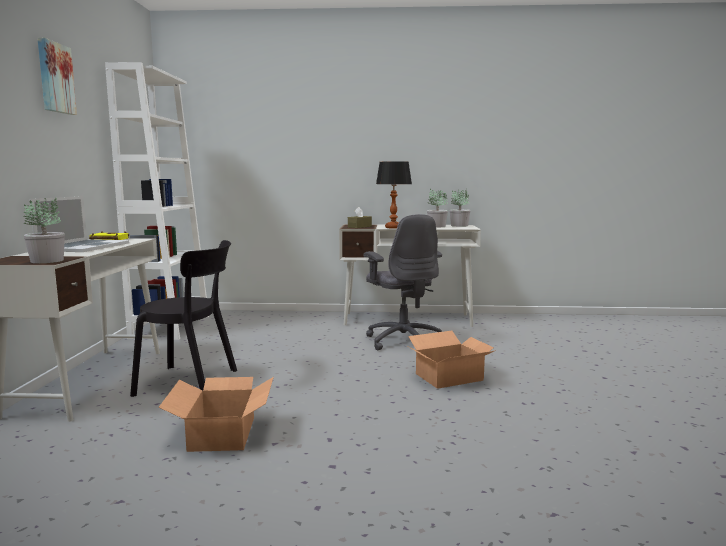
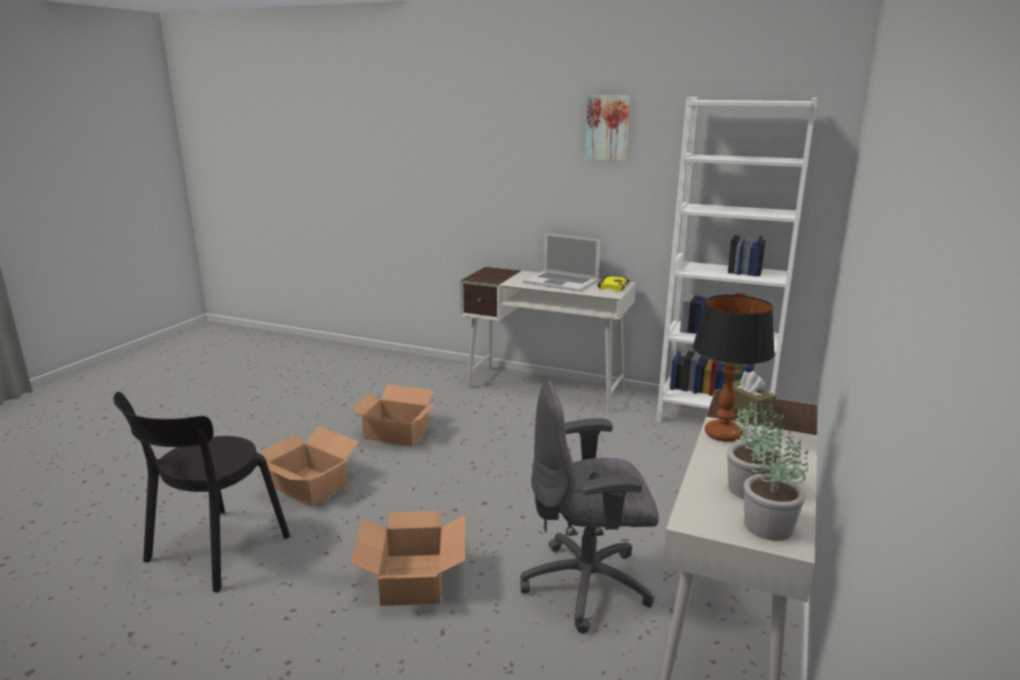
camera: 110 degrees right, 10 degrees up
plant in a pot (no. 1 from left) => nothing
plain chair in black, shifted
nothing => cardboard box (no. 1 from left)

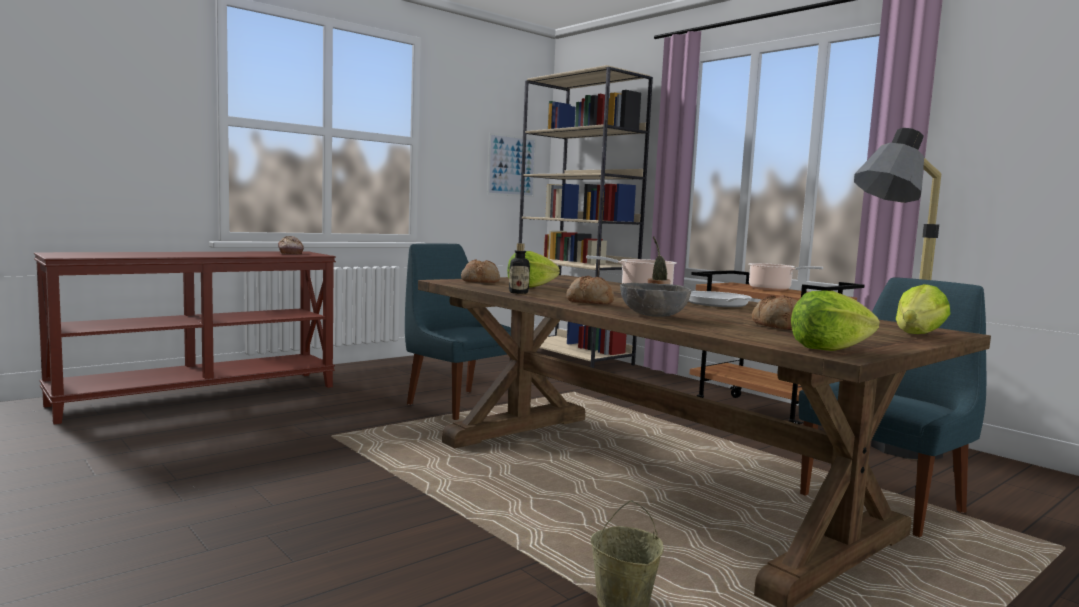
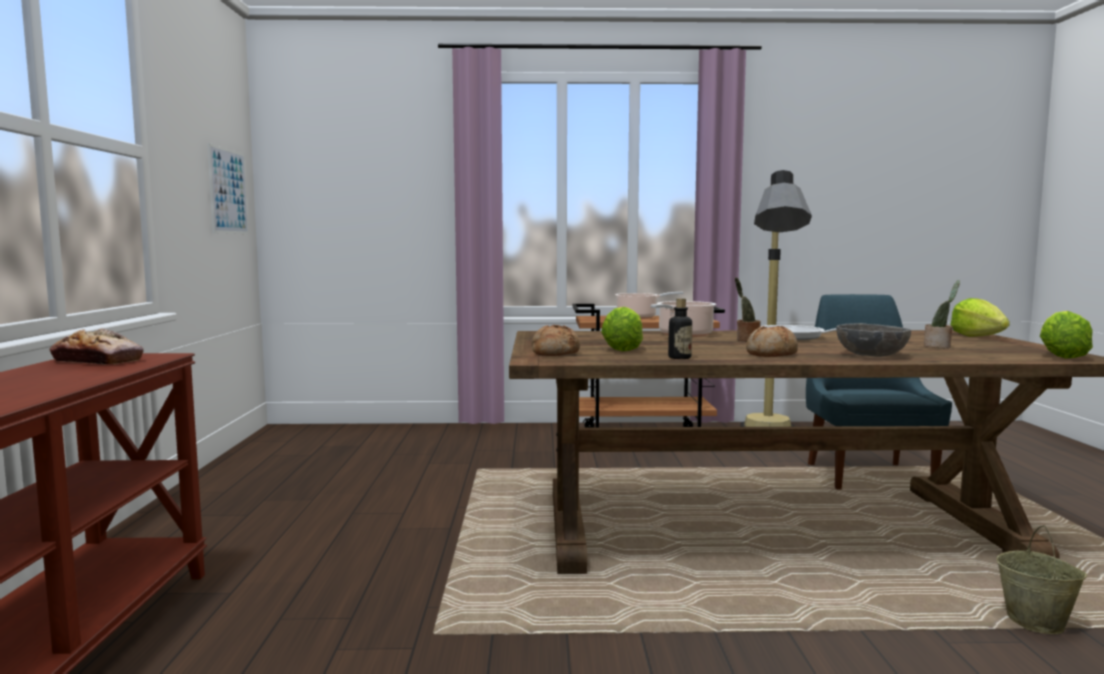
camera: 50 degrees left, 0 degrees up
shelving unit in sand-coloured => nothing
plain chair in blue-coloured (no. 1 from left) => nothing
bakery bread (no. 4 from left) => plant in a pot (no. 2 from left)

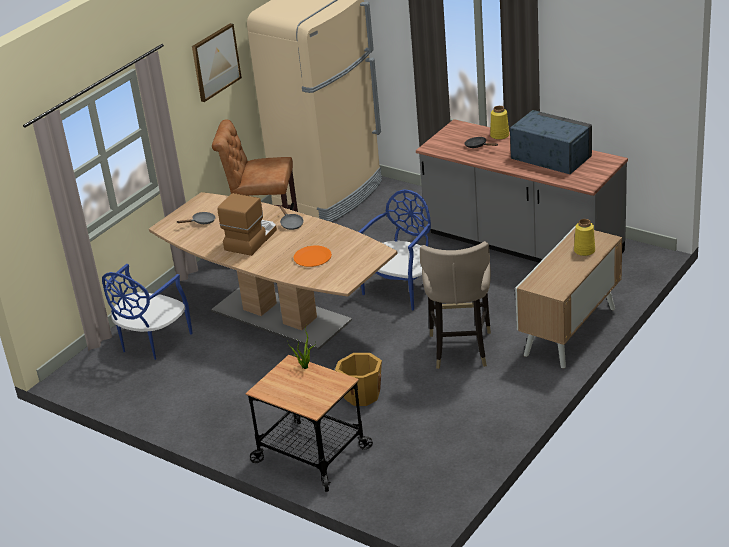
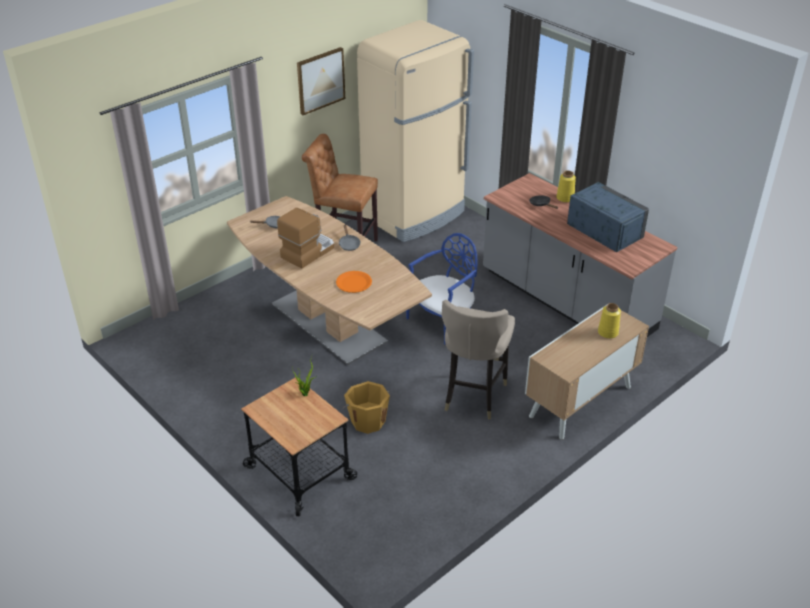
camera: 10 degrees right, 5 degrees up
plain chair in blue-coloured (no. 1 from left) => nothing

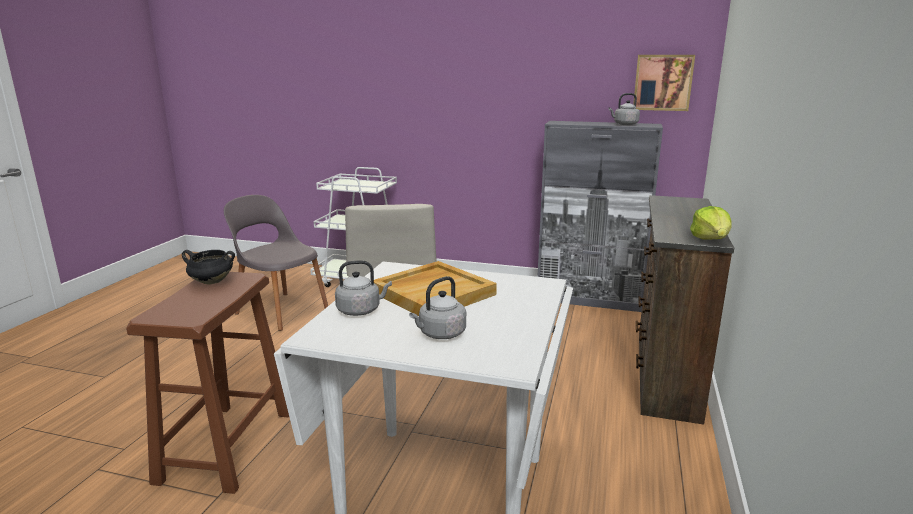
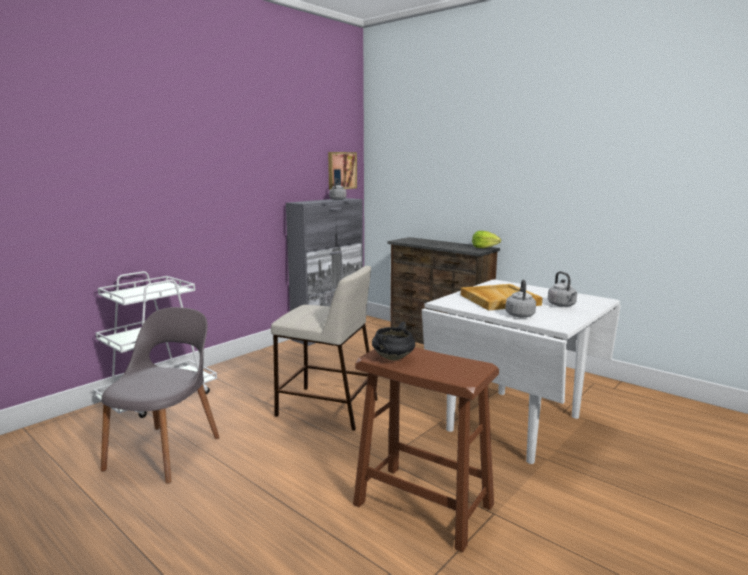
camera: 65 degrees left, 5 degrees down
plain chair in gray, 135 degrees clockwise

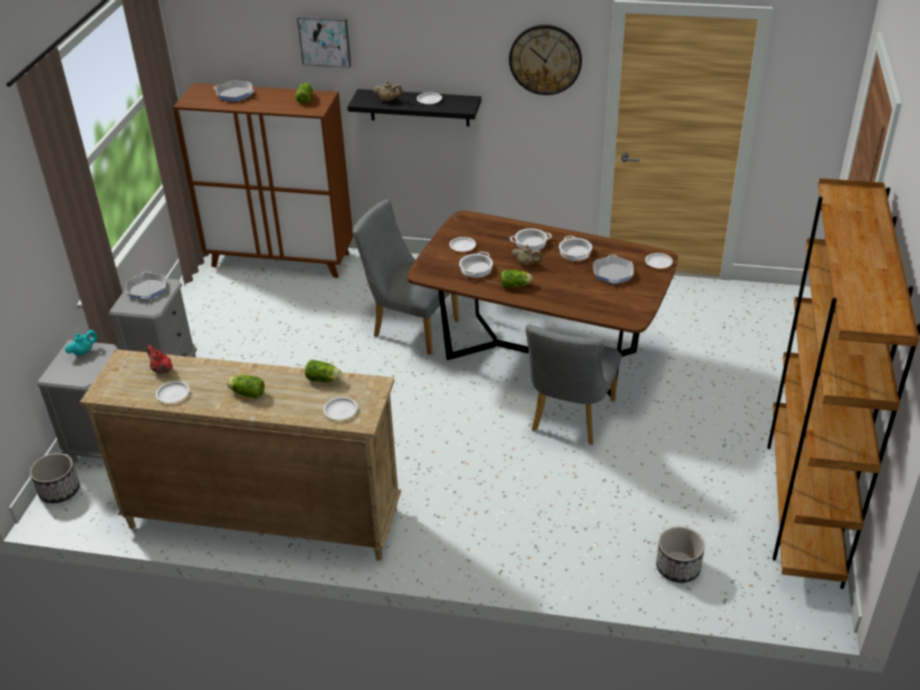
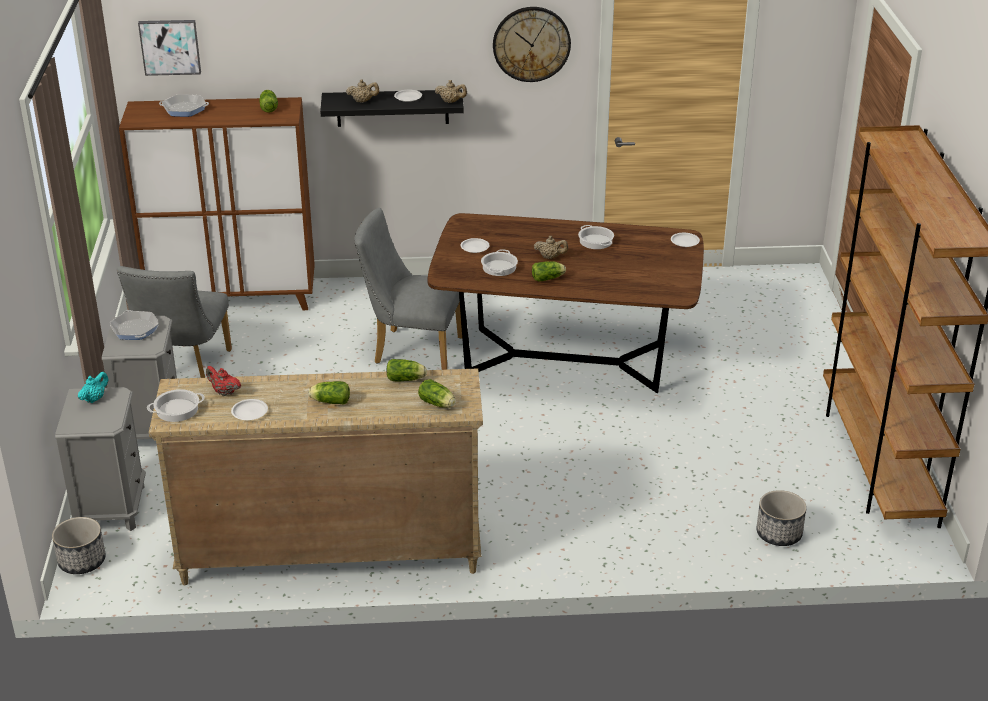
camera: 15 degrees left, 5 degrees down
picture, shifted
saucepot (no. 2 from left in the first image) => saucepot (no. 1 from left), shifted
frying pan (no. 3 from left) => nothing
plain chair in gray (no. 2 from left in the first image) => plain chair in gray (no. 1 from left), shifted
dinner plate in white-coloured (no. 2 from left) => lettuce head (no. 4 from left)
nothing => pot for tea in sand-coloured (no. 2 from left)

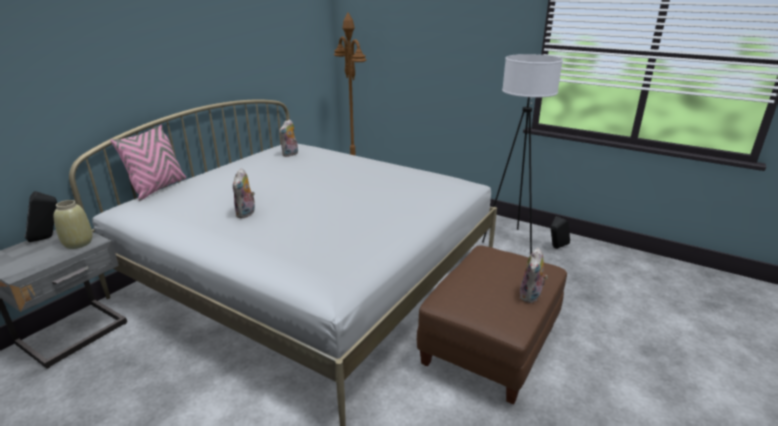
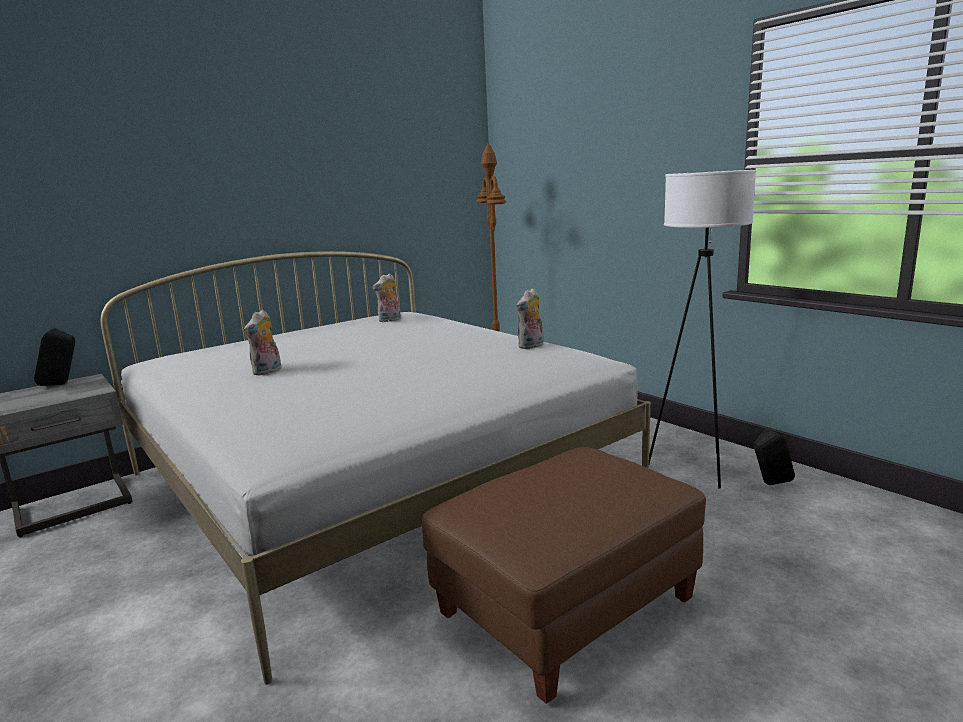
camera: 20 degrees right, 10 degrees down
cushion in pinkish => nothing
flower vase in sand-coloured => nothing
plush toy (no. 3 from left), shifted

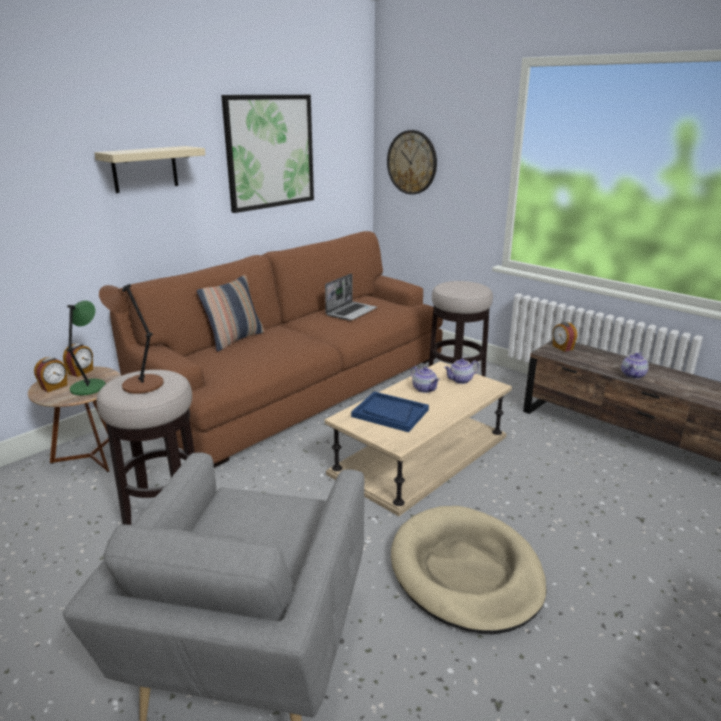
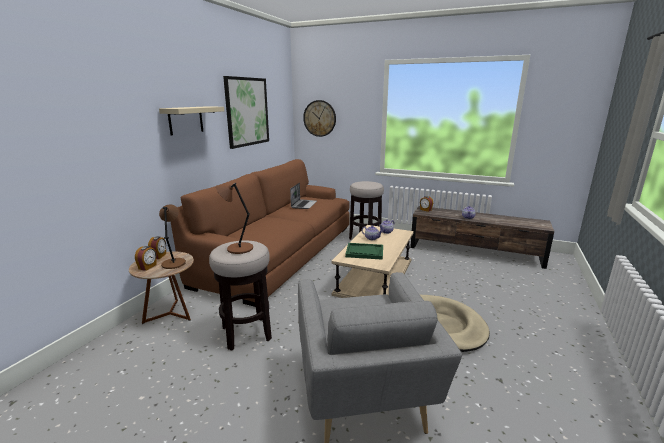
camera: 20 degrees left, 5 degrees down
cushion => nothing
lamp for a table in green-coloured => lamp for a table in brown (no. 1 from left)
serving tray in blue-coloured => serving tray in green-coloured

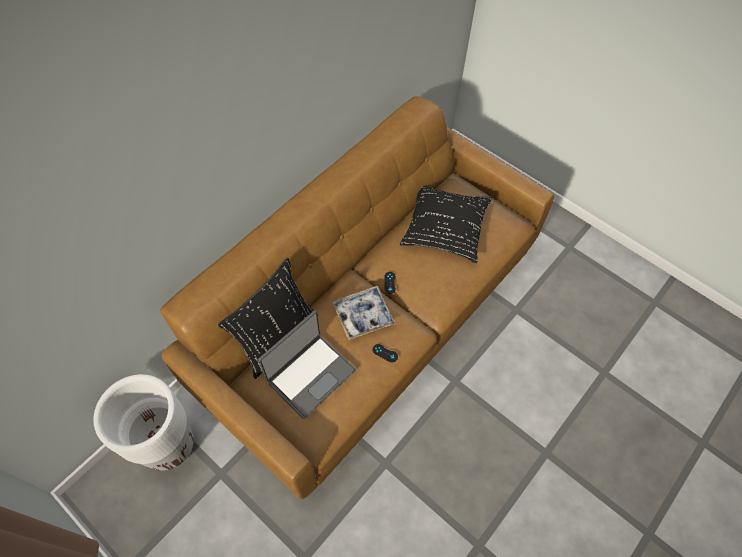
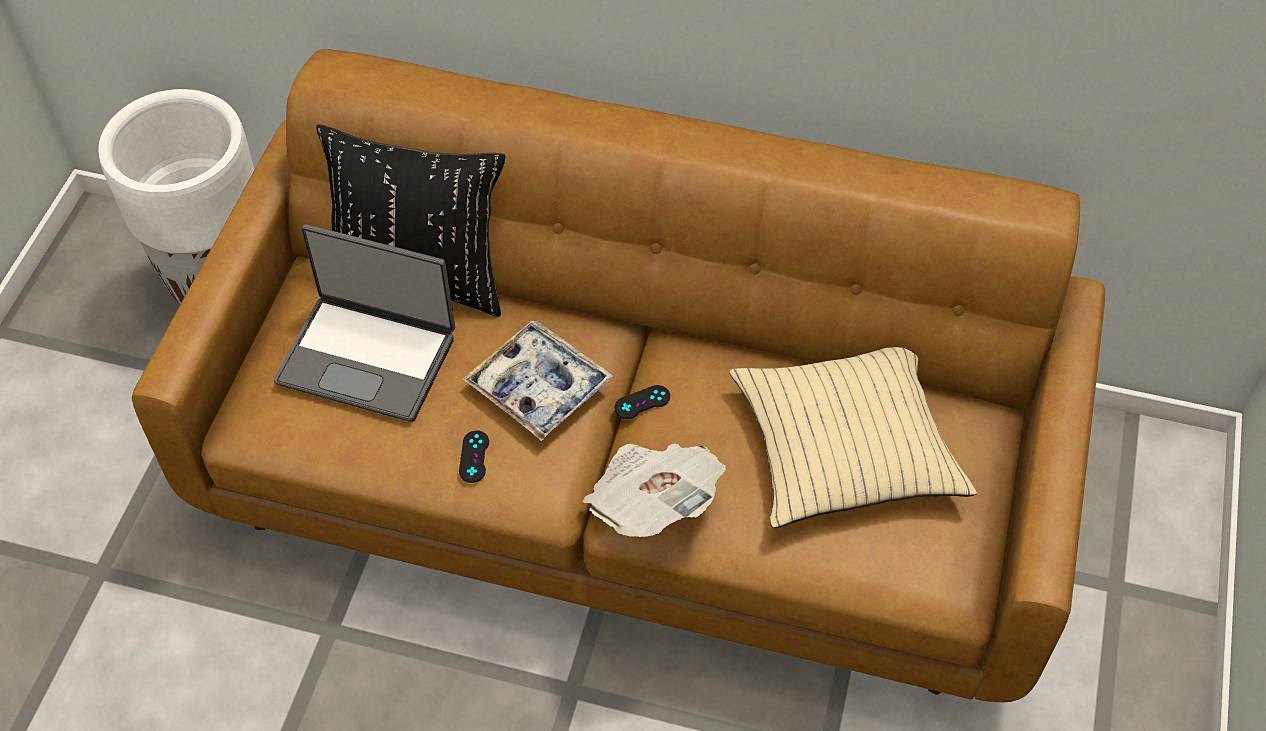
camera: 65 degrees right, 5 degrees down
cushion in black (no. 2 from left) => cushion in sand-coloured
nothing => daily paper

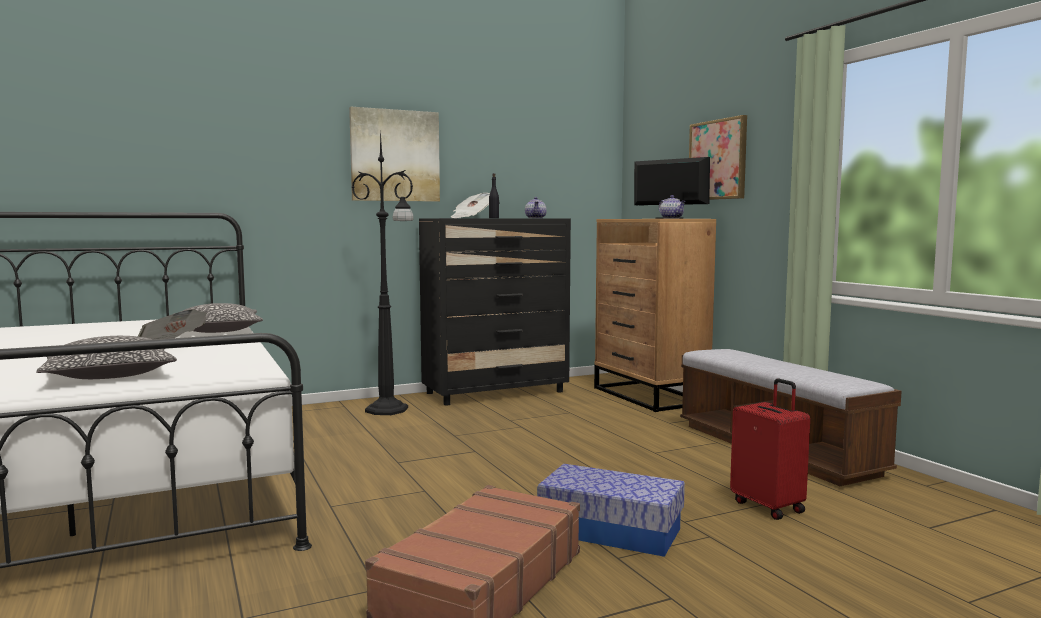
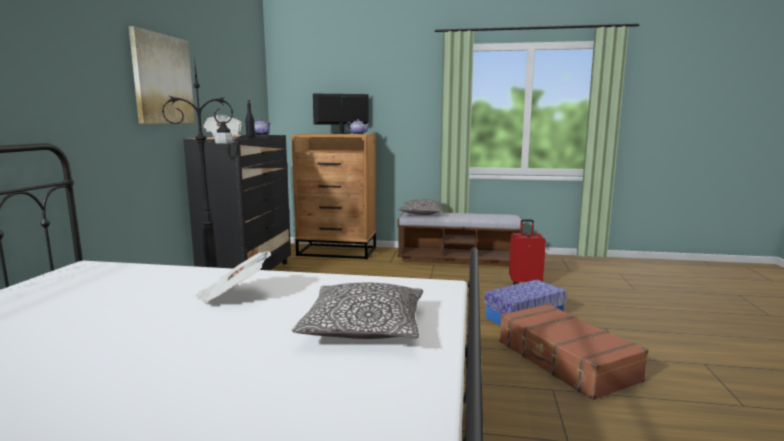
camera: 55 degrees left, 5 degrees up
picture (no. 2 from left) => nothing
cushion (no. 2 from left), shifted

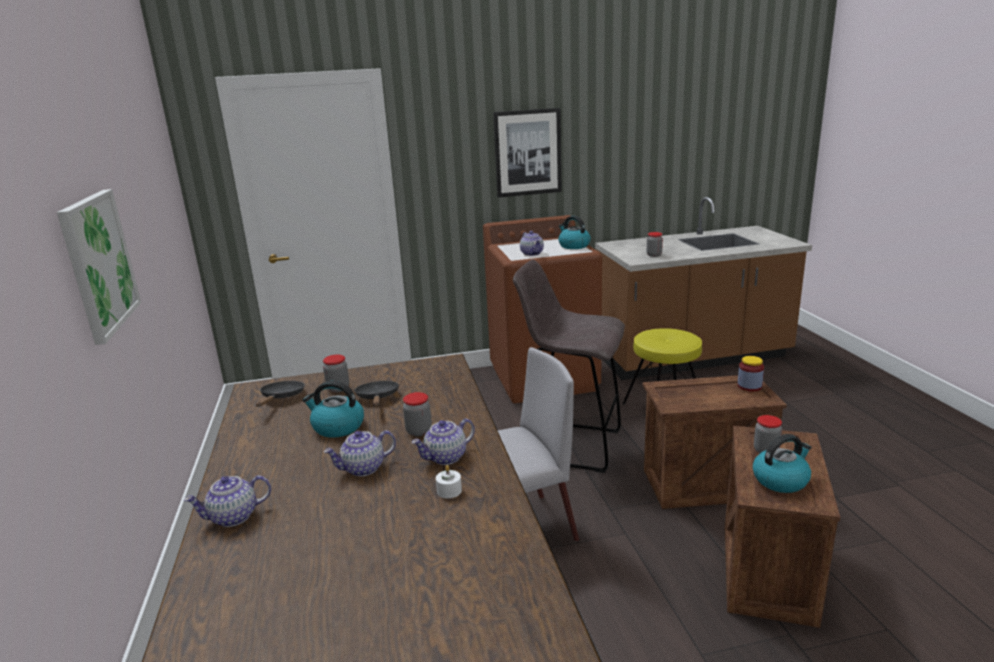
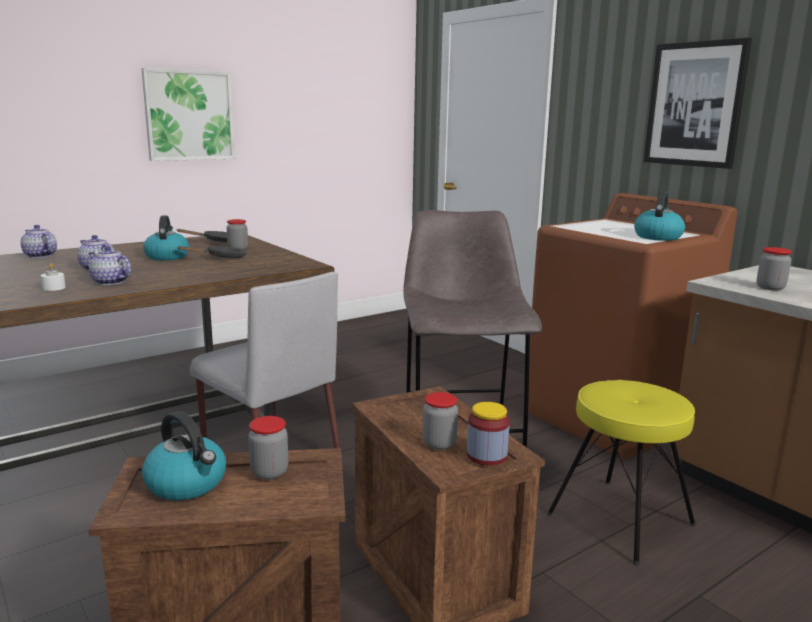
camera: 65 degrees right, 5 degrees down
pot for tea (no. 4 from left) => nothing
preserve jar (no. 2 from left in the first image) => preserve jar (no. 3 from left), shifted

